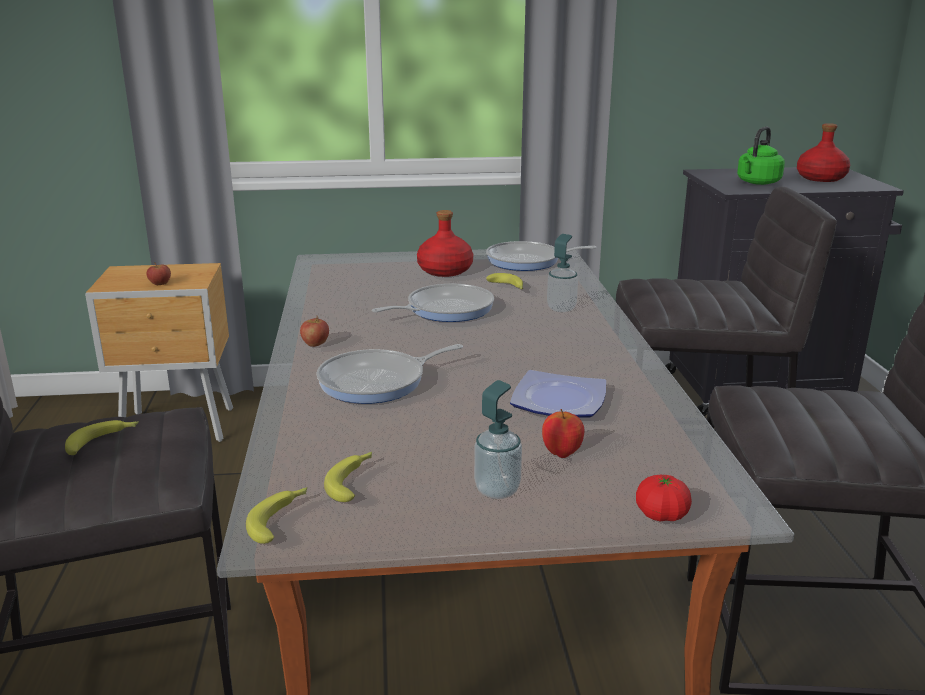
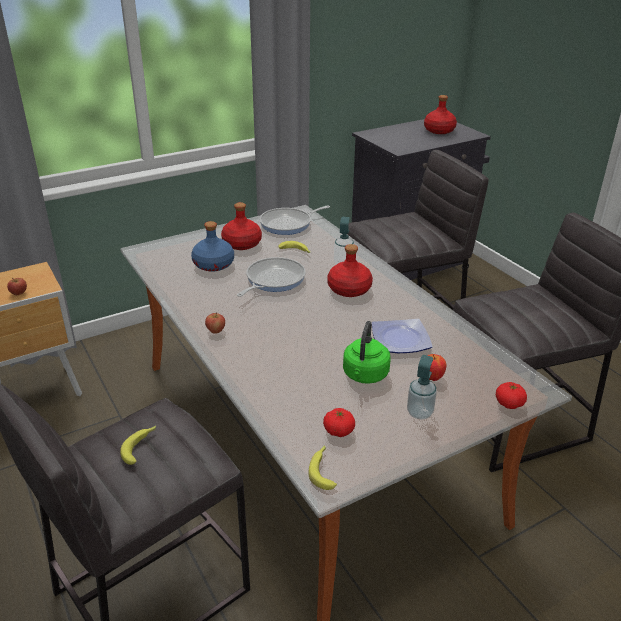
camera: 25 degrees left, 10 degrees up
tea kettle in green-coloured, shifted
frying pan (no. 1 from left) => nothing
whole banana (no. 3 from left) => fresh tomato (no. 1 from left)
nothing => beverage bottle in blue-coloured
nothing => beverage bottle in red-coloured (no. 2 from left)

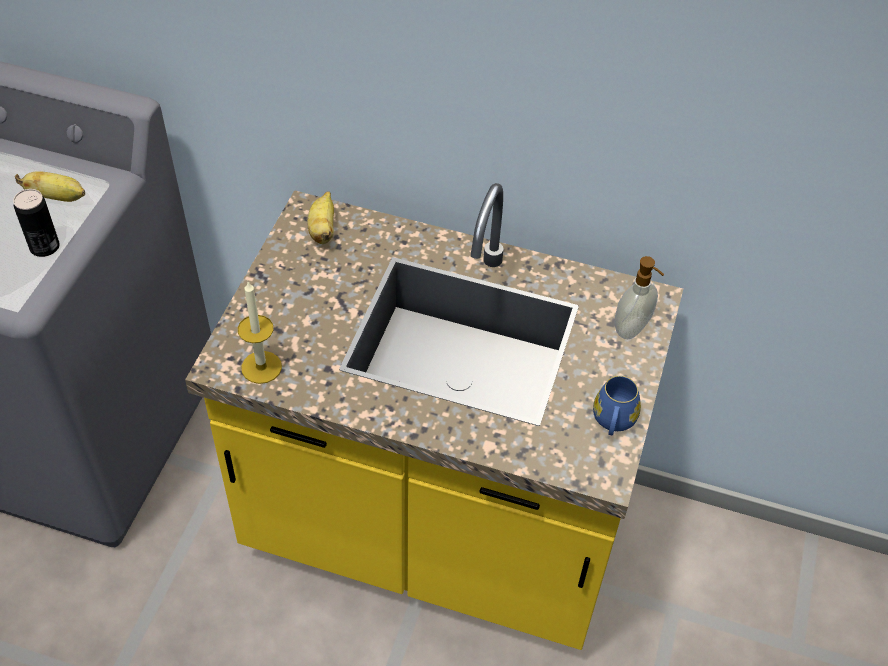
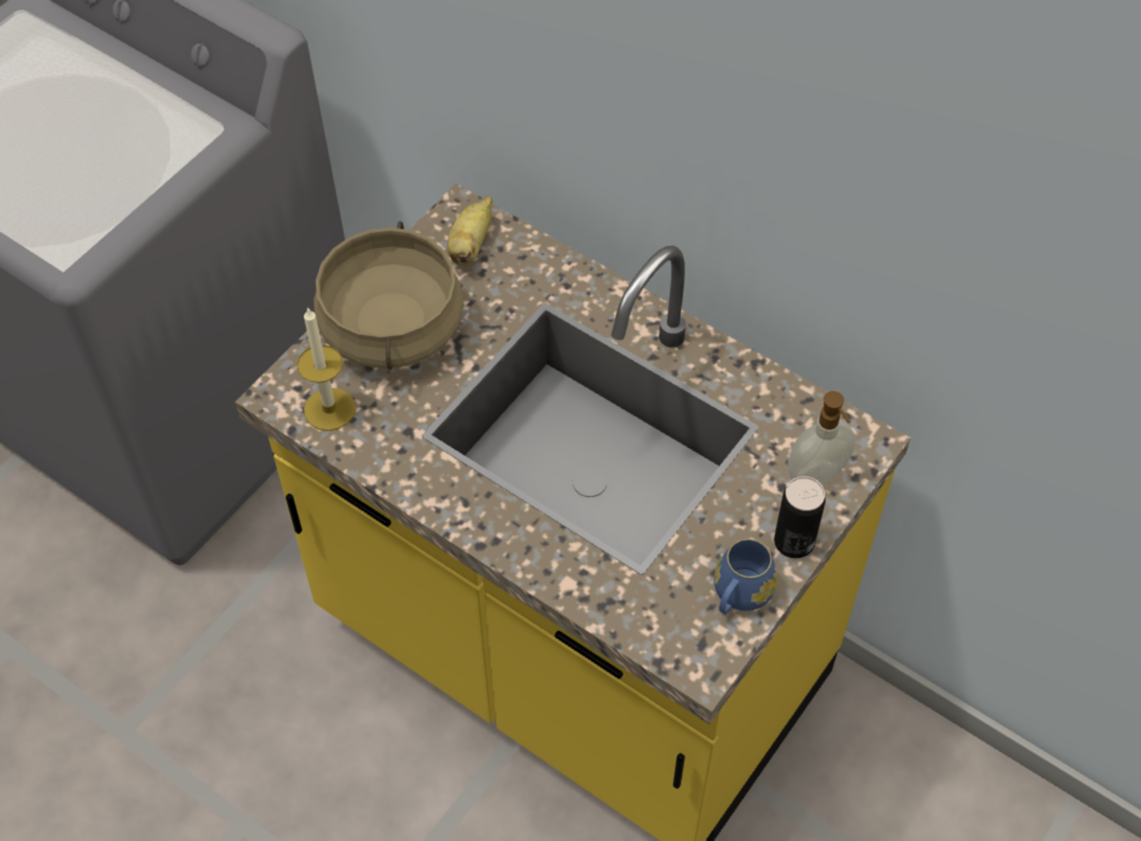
camera: 20 degrees right, 5 degrees up
whole banana (no. 1 from left) => nothing
can, shifted
nothing => saucepot in sand-coloured

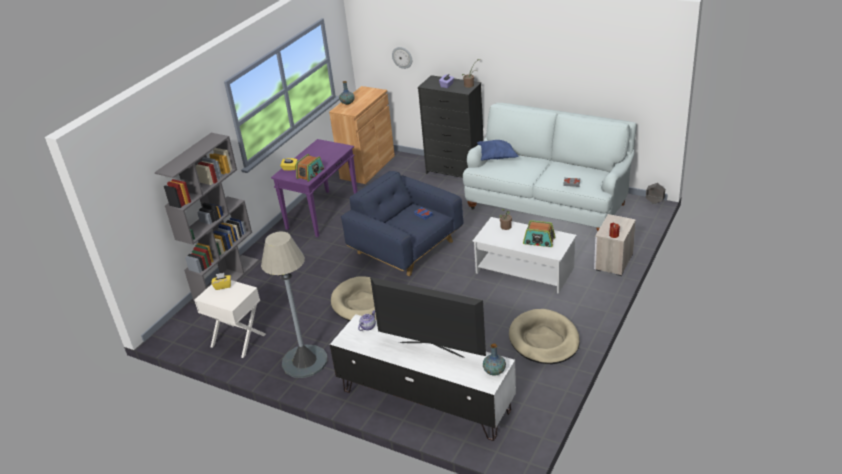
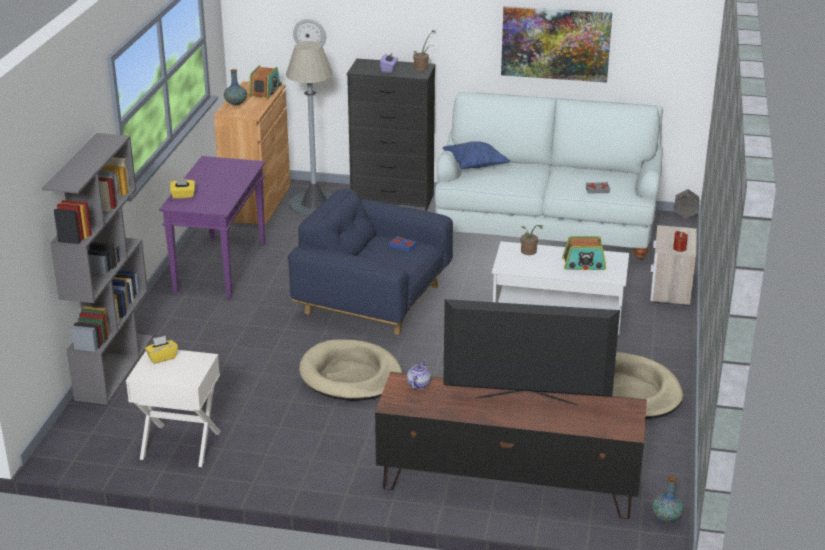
camera: 20 degrees left, 5 degrees down
radio (no. 1 from left), shifted
standing lamp in gray, shifted
tv stand in white-coloured => tv stand in brown
flower vase (no. 2 from left), shifted
nothing => picture

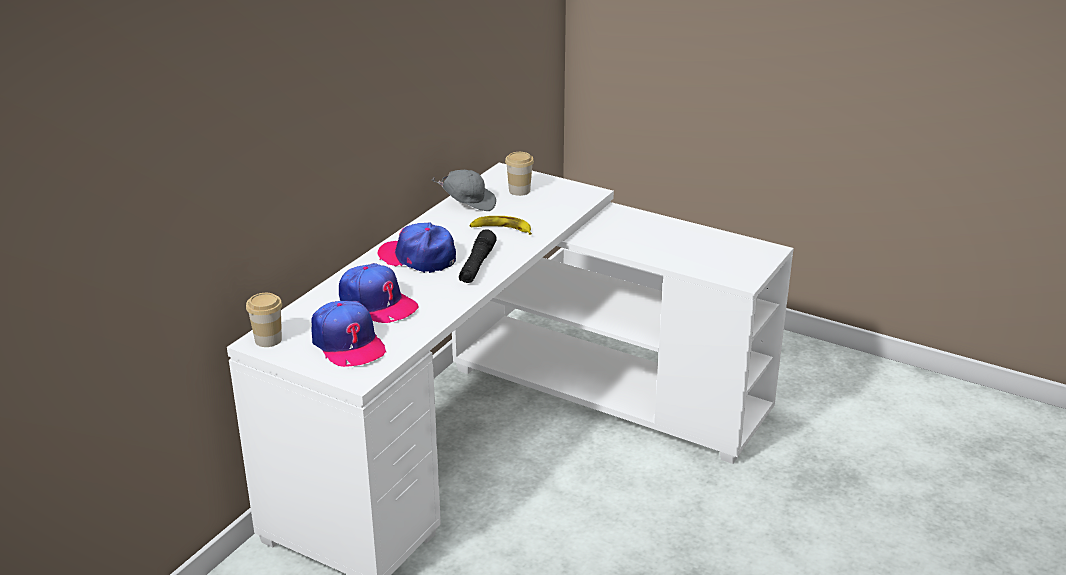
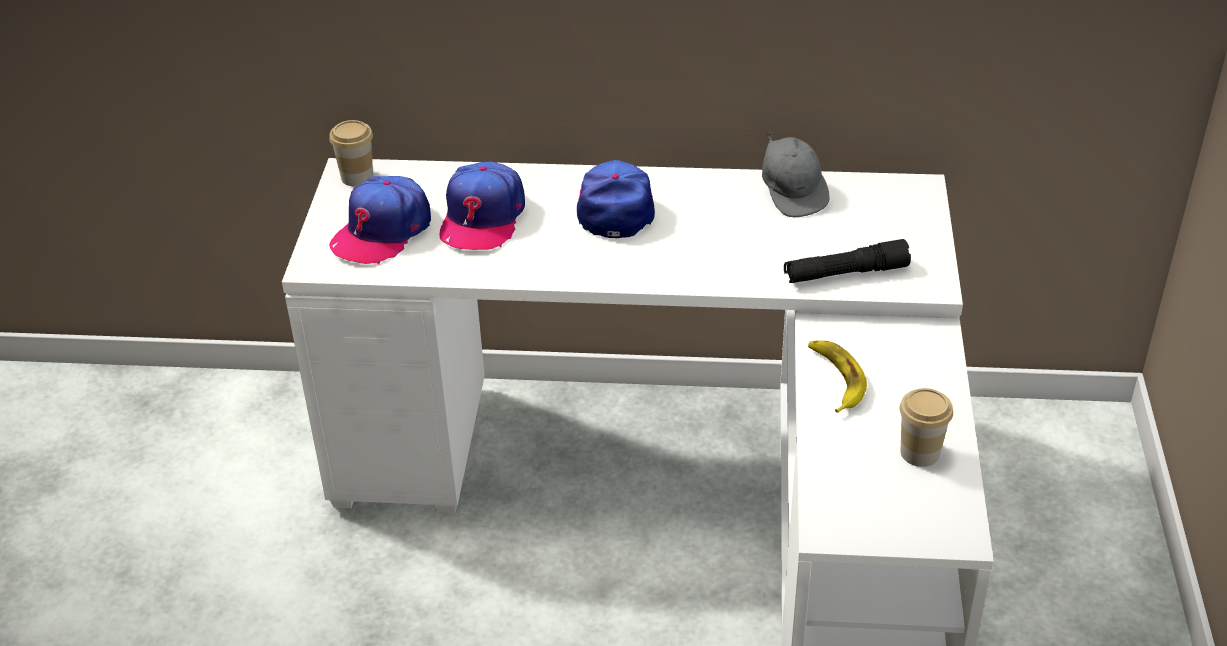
camera: 65 degrees right, 10 degrees up
drinking cup (no. 2 from left), shifted
whole banana, shifted
torch in black, shifted

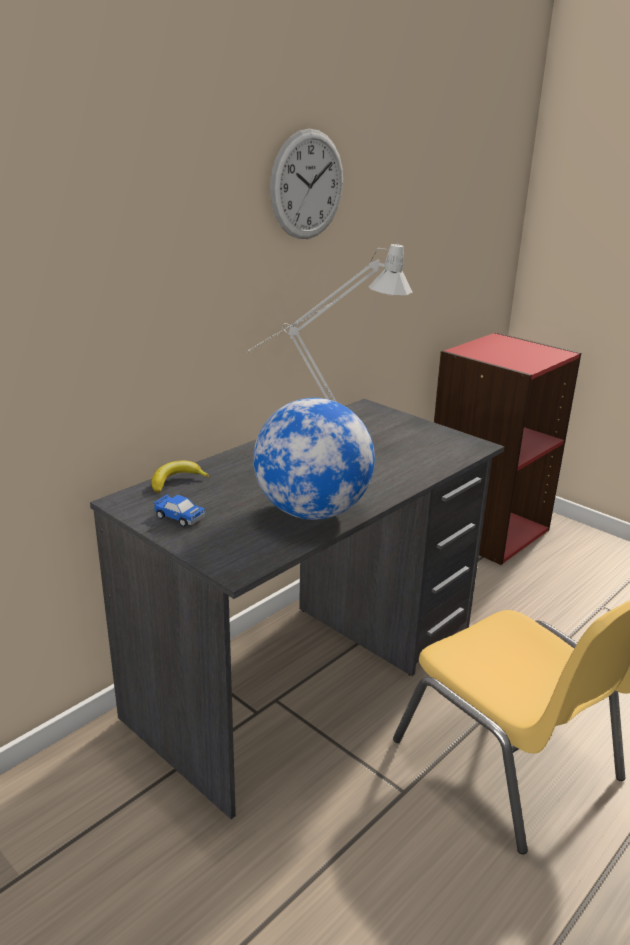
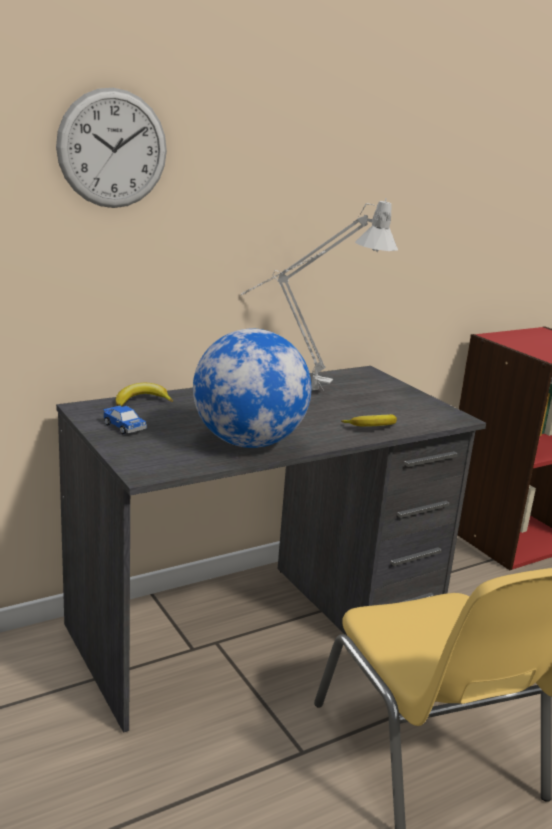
camera: 15 degrees right, 5 degrees down
hanging clock, shifted
nothing => whole banana (no. 2 from left)

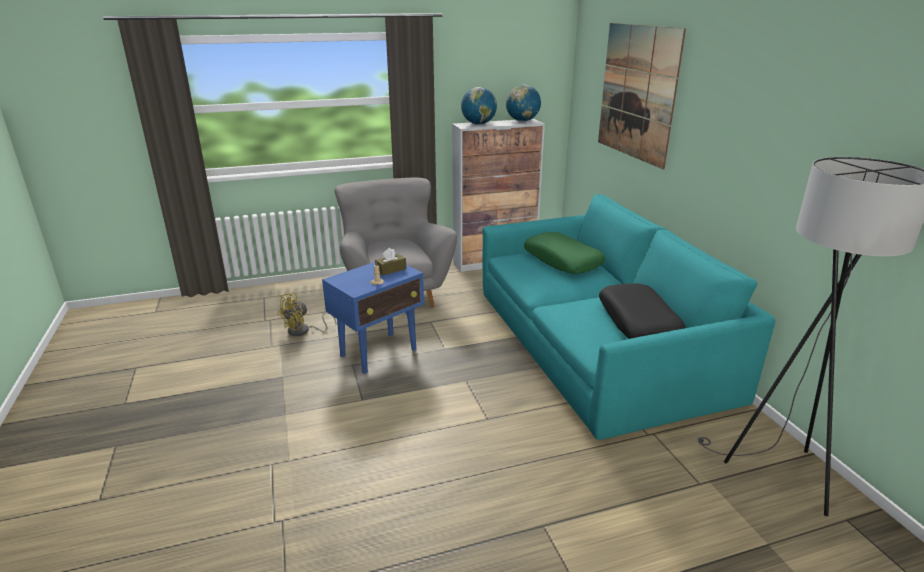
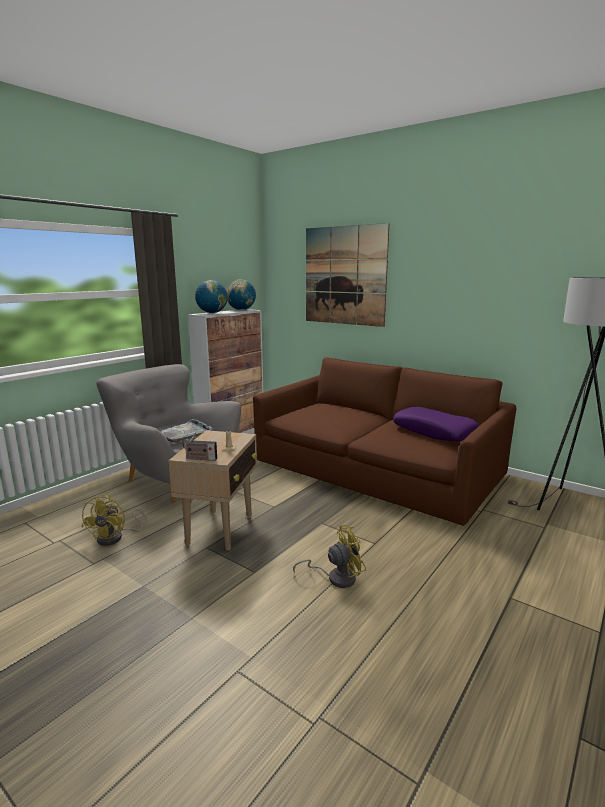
camera: 35 degrees left, 10 degrees down
couch in turquoise => couch in brown
cushion in green-coloured => nothing
tissue holder in brown => nothing
accent table in blue-coloured => accent table in sand-coloured
cushion in black => cushion in purplish
nothing => serving tray in gray
nothing => radio
nothing => electric fan in yellowish (no. 2 from left)

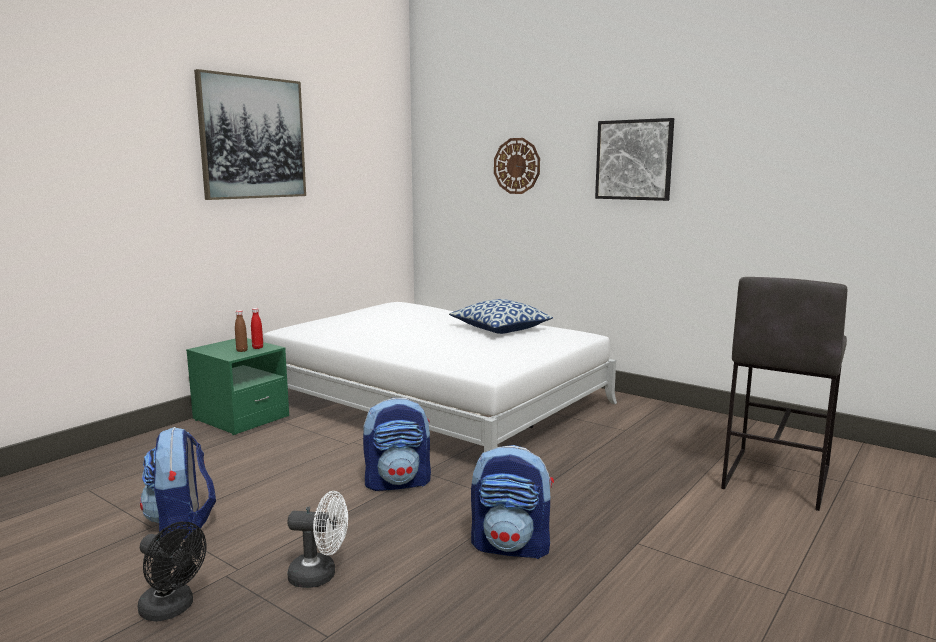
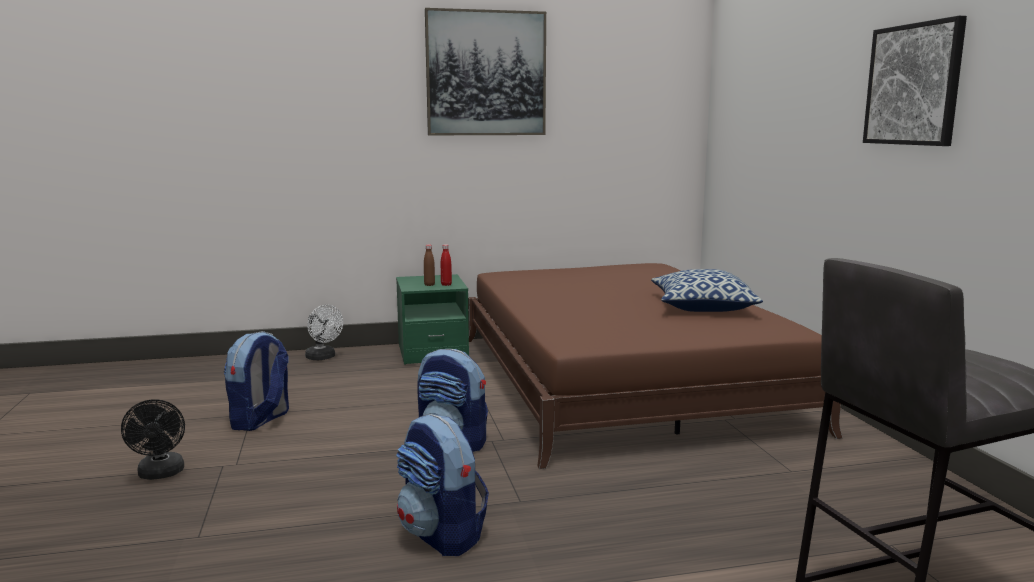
camera: 40 degrees right, 0 degrees up
hanging clock => nothing
bedroom bed in white-coloured => bedroom bed in brown
electric fan in white-coloured, shifted

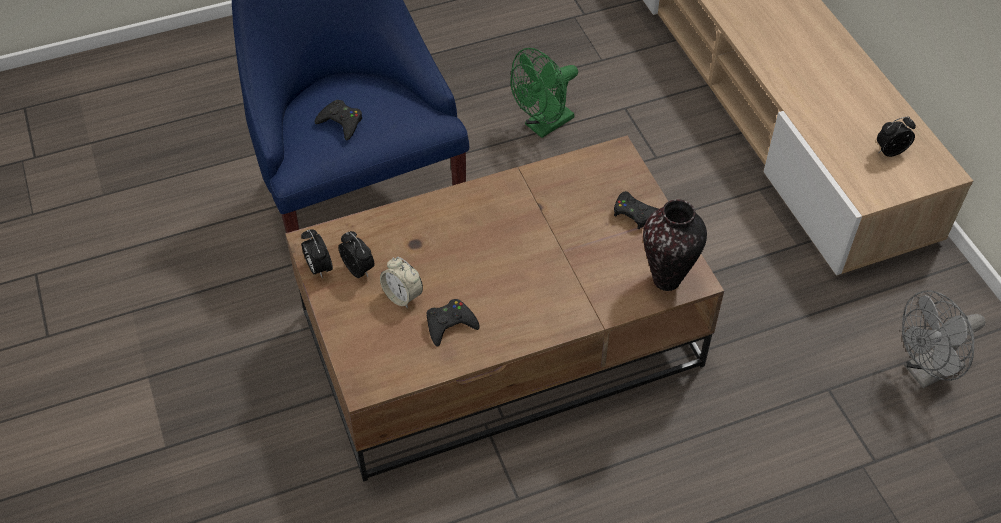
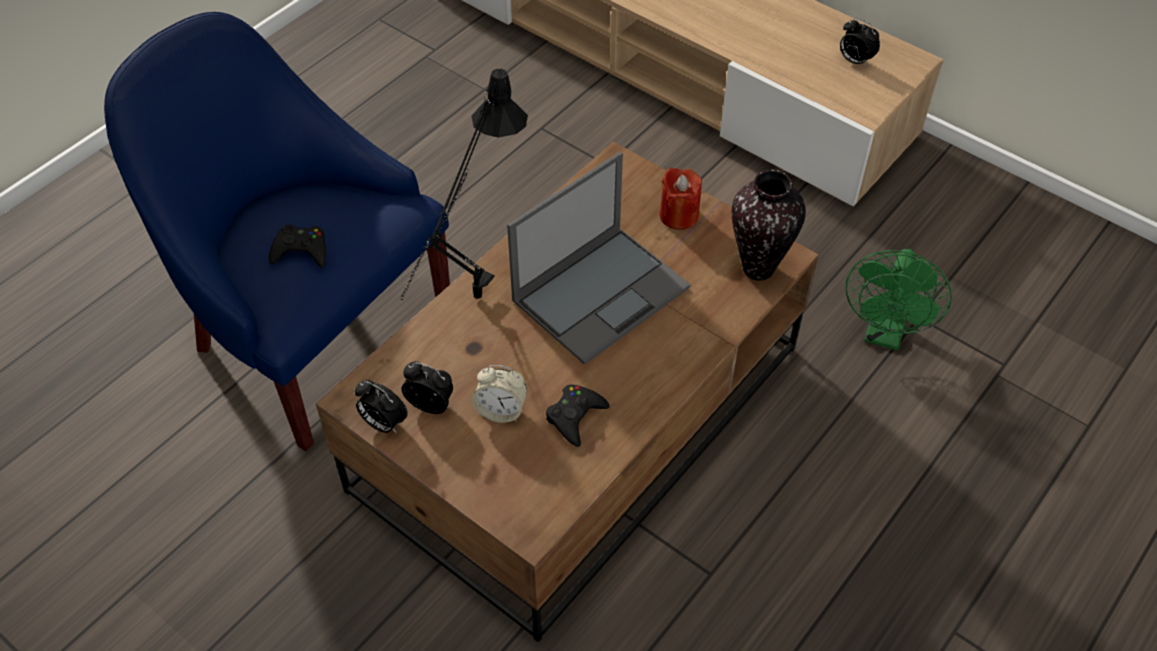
camera: 30 degrees left, 0 degrees up
electric fan in green-coloured, shifted
bedside clock (no. 4 from left), 90 degrees counterclockwise
game controller in black (no. 3 from left) => candle in red-coloured
electric fan in gray => nothing
nothing => lamp for a table in black
nothing => portable computer

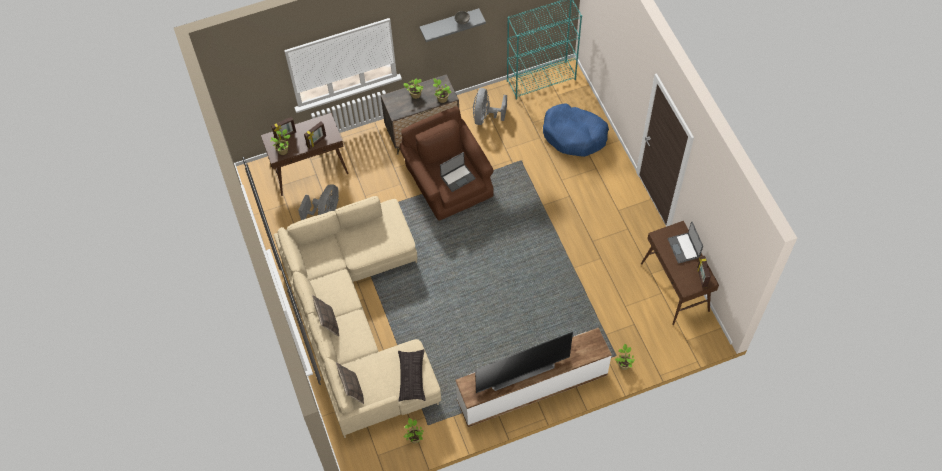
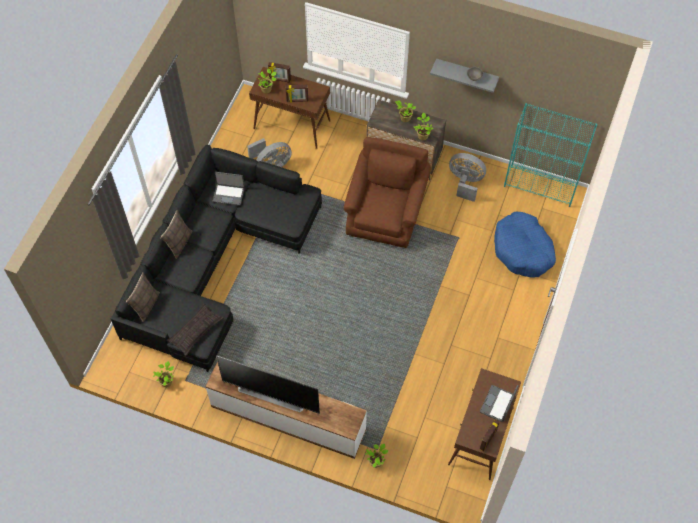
camera: 40 degrees right, 0 degrees up
electric fan in gray (no. 2 from left), 60 degrees clockwise
portable computer (no. 1 from left), shifted
couch in sand-coloured => couch in black

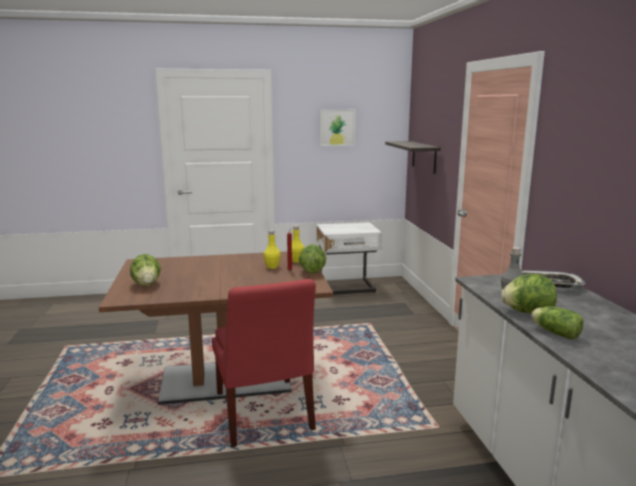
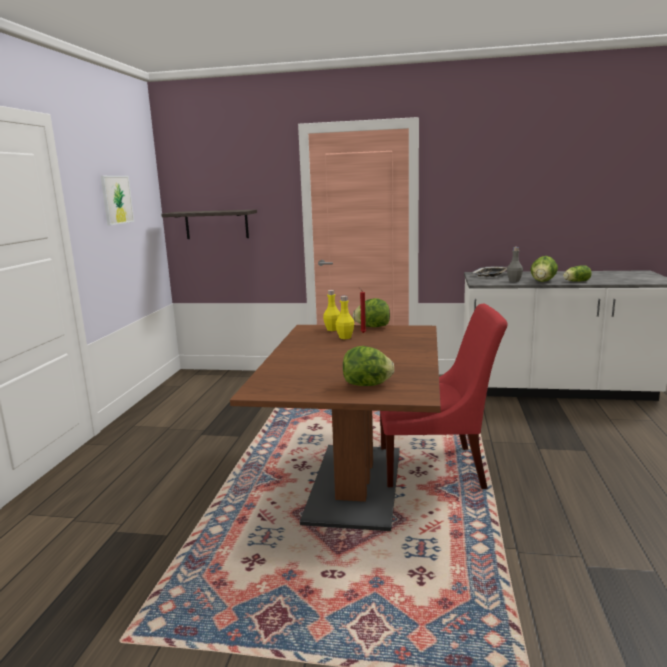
camera: 70 degrees left, 0 degrees up
bedside table in white-coloured => nothing

